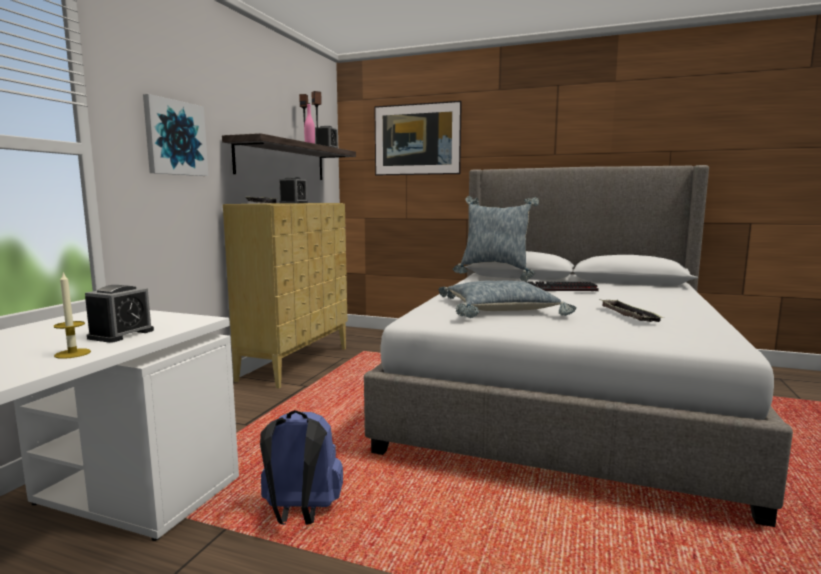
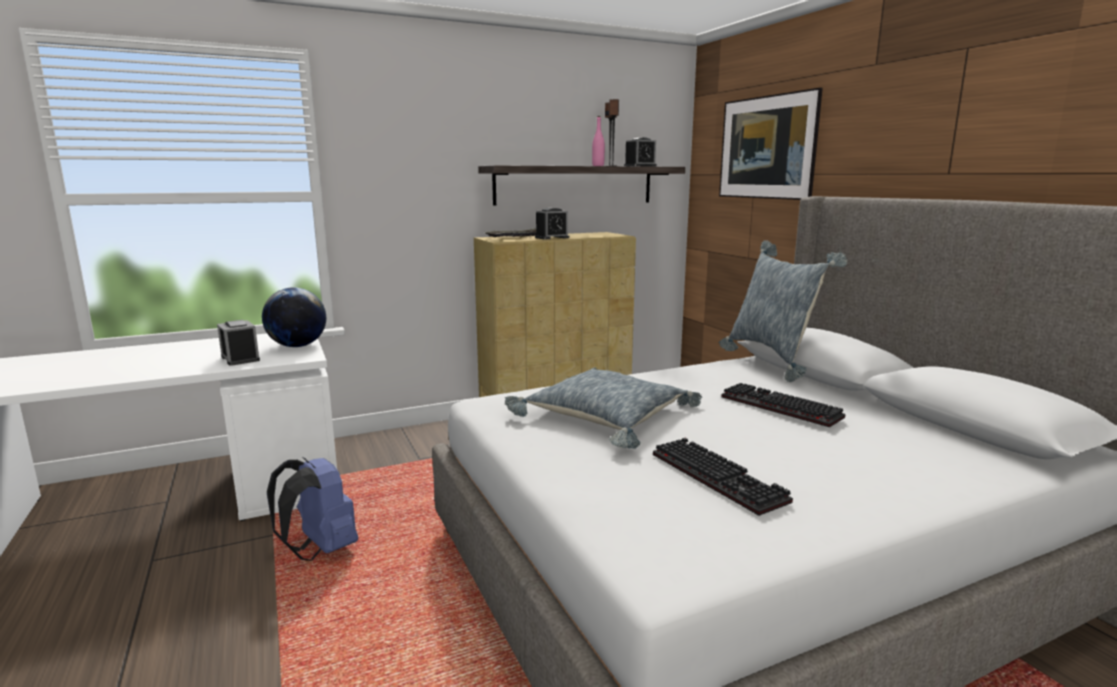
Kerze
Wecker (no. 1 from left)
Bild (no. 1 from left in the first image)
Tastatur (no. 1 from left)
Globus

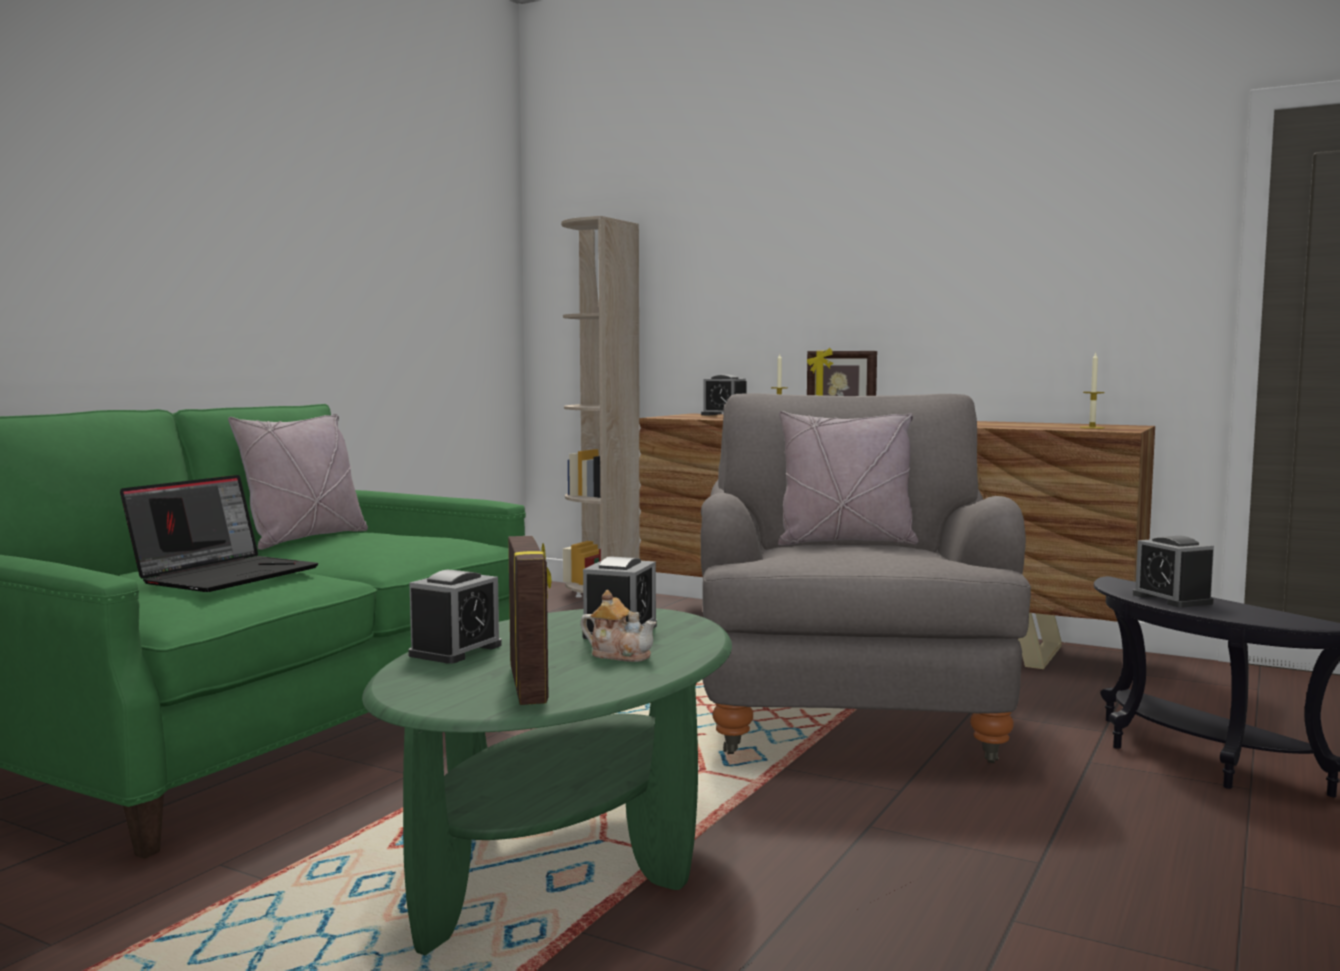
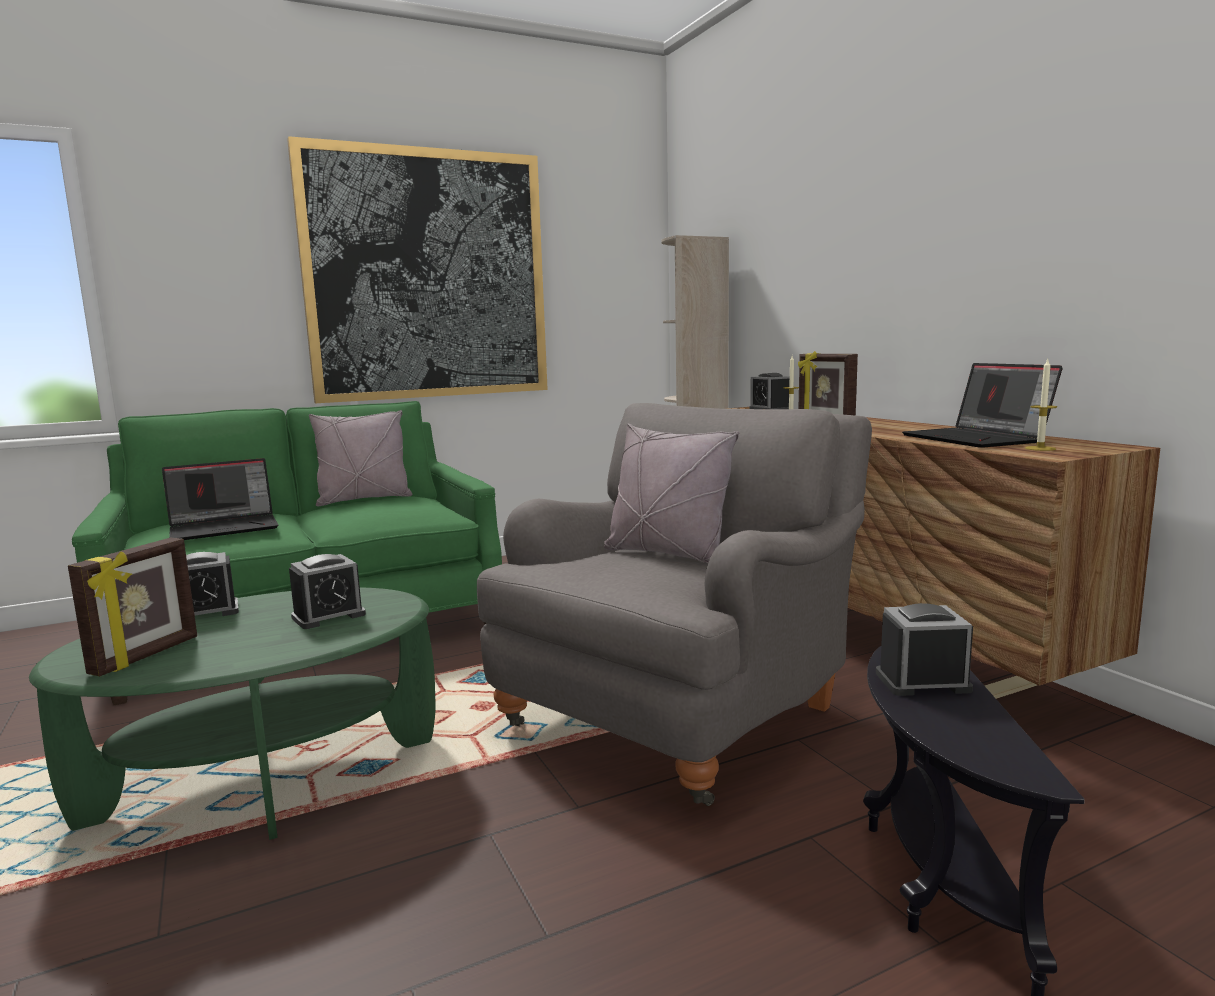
Teekanne
Wecker (no. 4 from left)
Bild
Laptop (no. 2 from left)

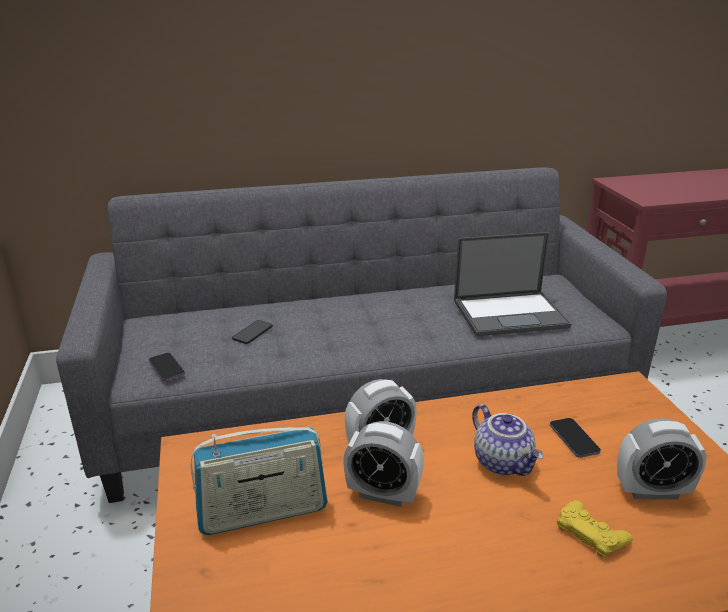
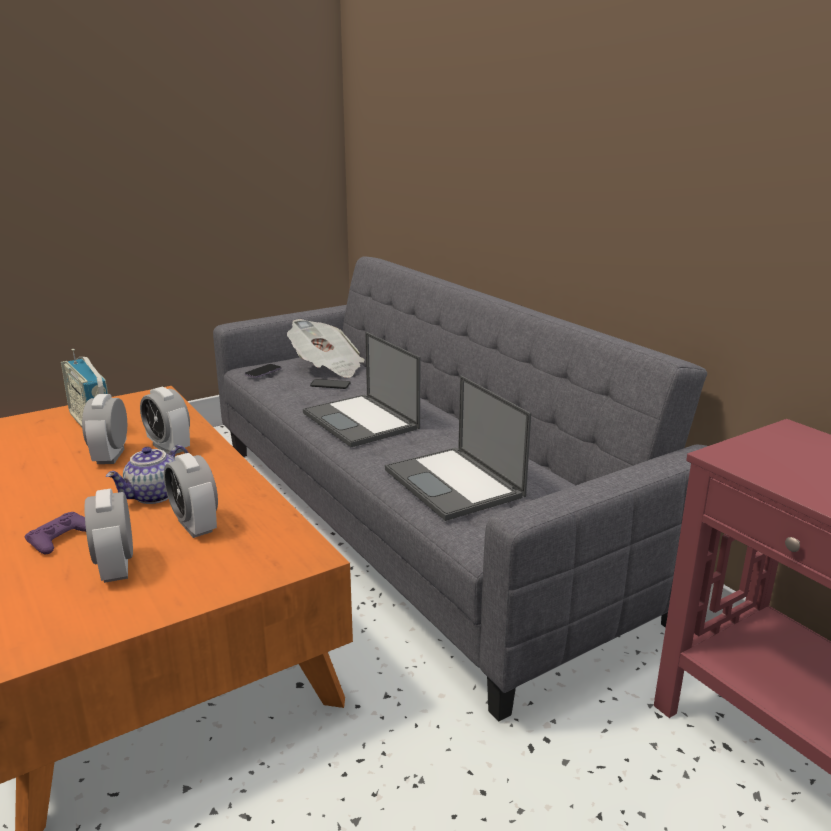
Wecker (no. 4 from left)
Gamepad [lila]
Zeitung
Laptop (no. 1 from left)

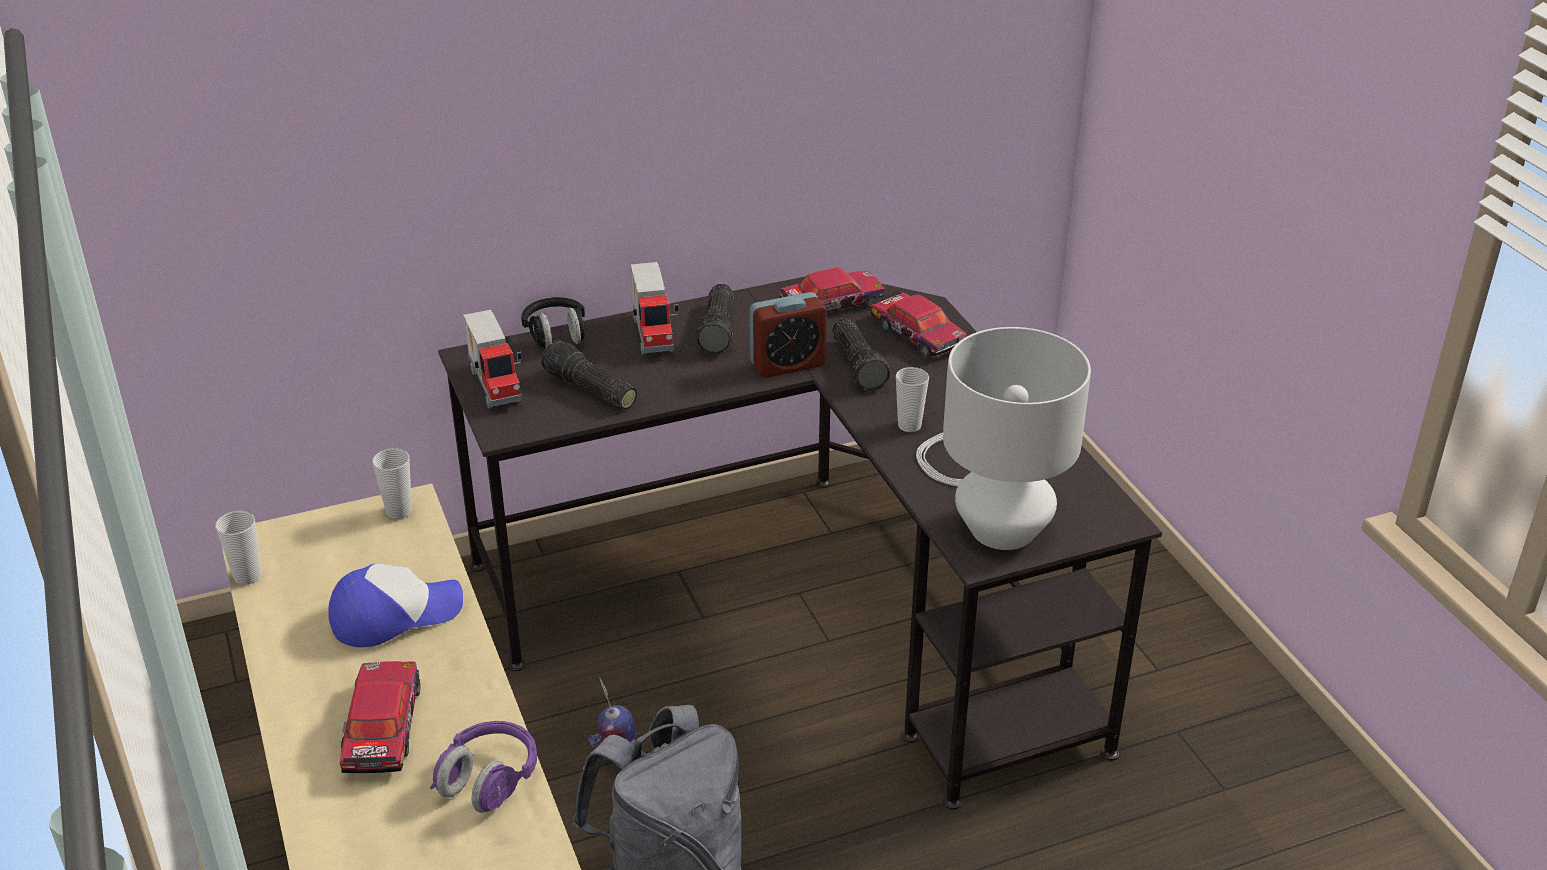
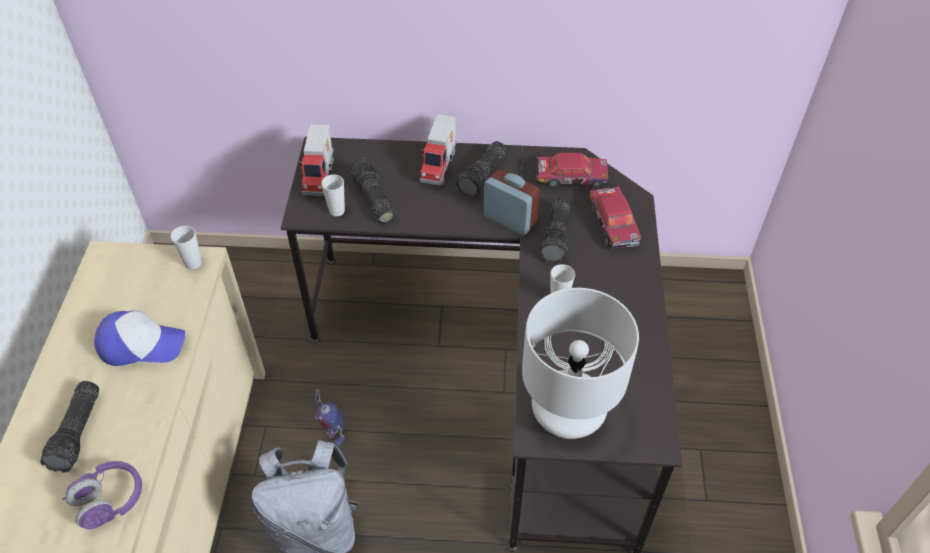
Tasse (no. 2 from left)
Taschenlampe (no. 1 from left)
Kopfhörer [schwarz]
Wecker

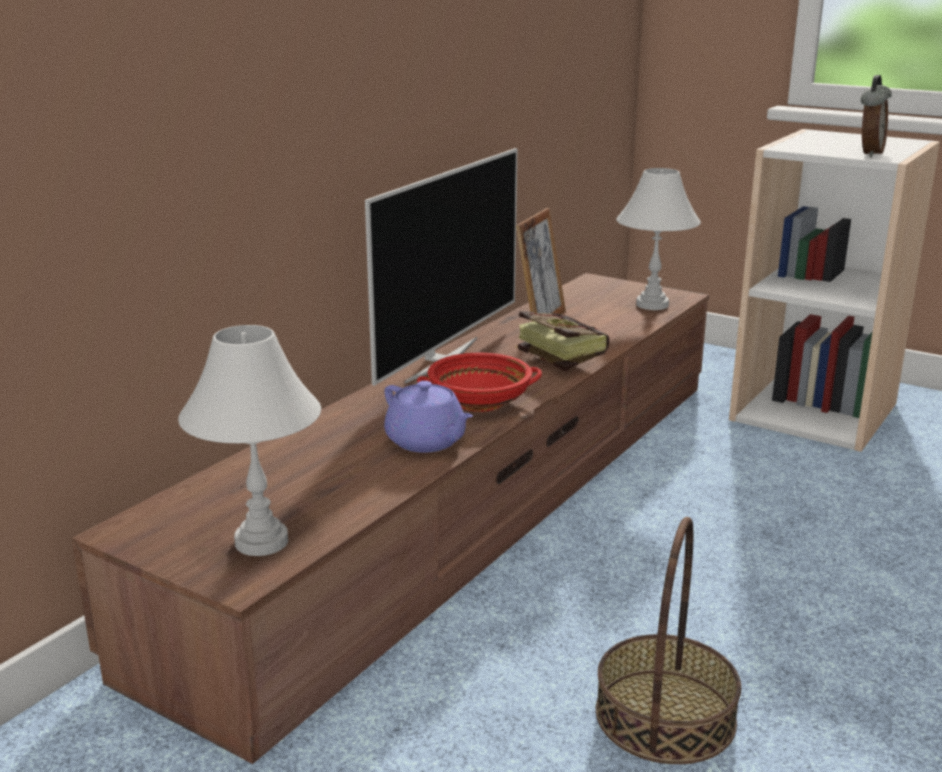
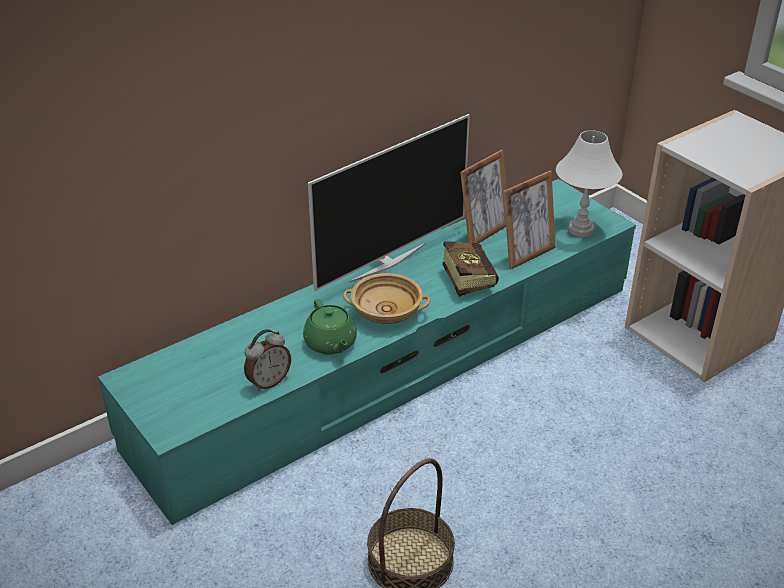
Fernsehschrank [türkis]
Tischlampe [weiß] (no. 1 from left in the first image)
Teekanne [grün]
Schüssel [beige]
Wecker
Bilderrahmen (no. 2 from left)

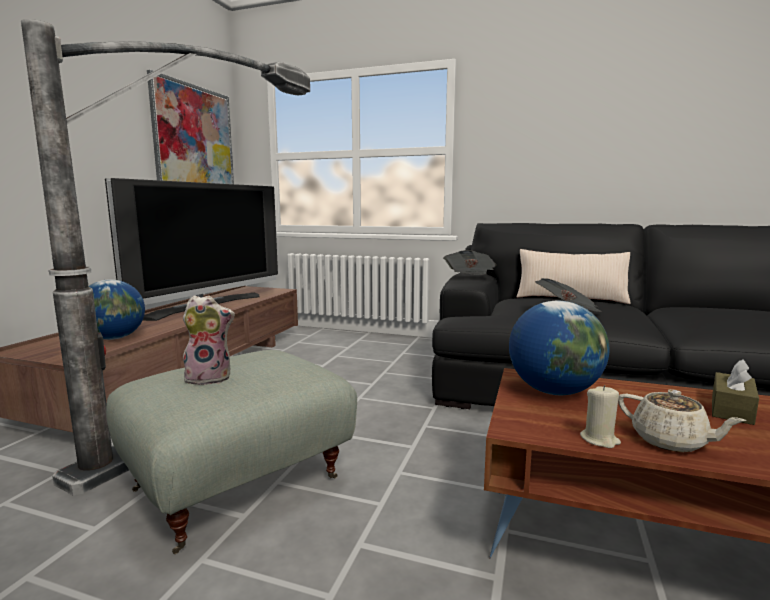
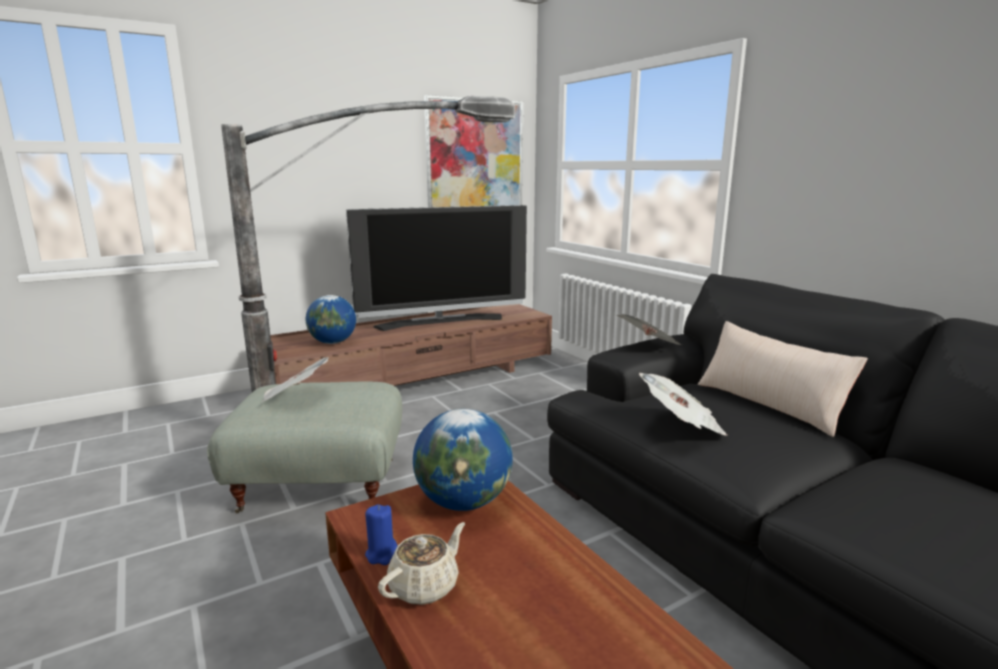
Zeitung (no. 1 from left)
Kerze [blau]
Teekanne [beige]
Taschentuchbox [braun]

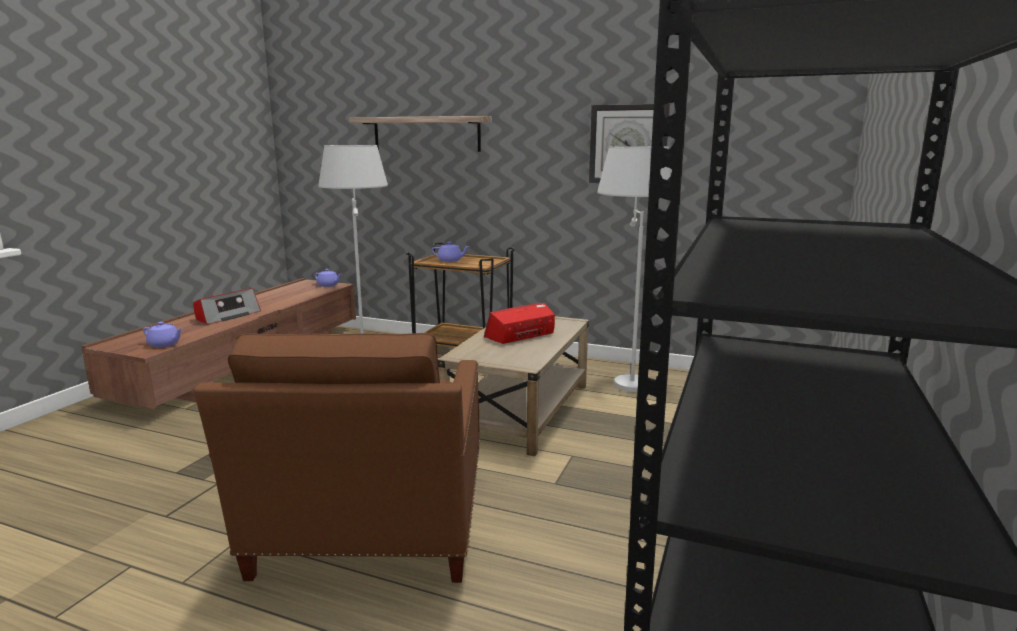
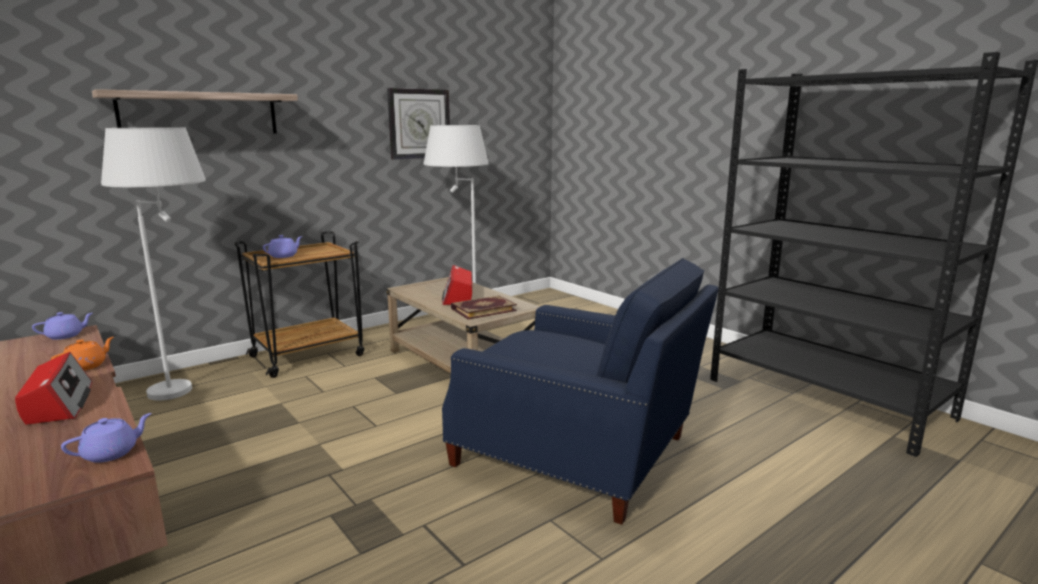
Sessel [blau]
Teekanne [orange]
Buch

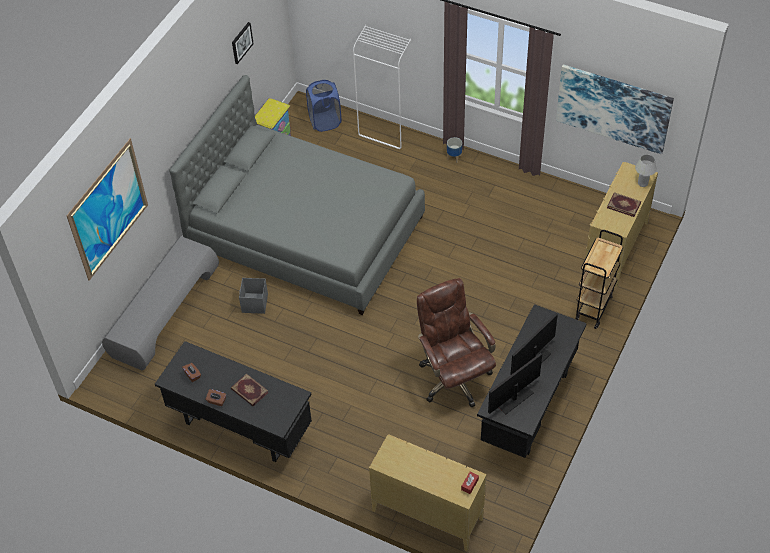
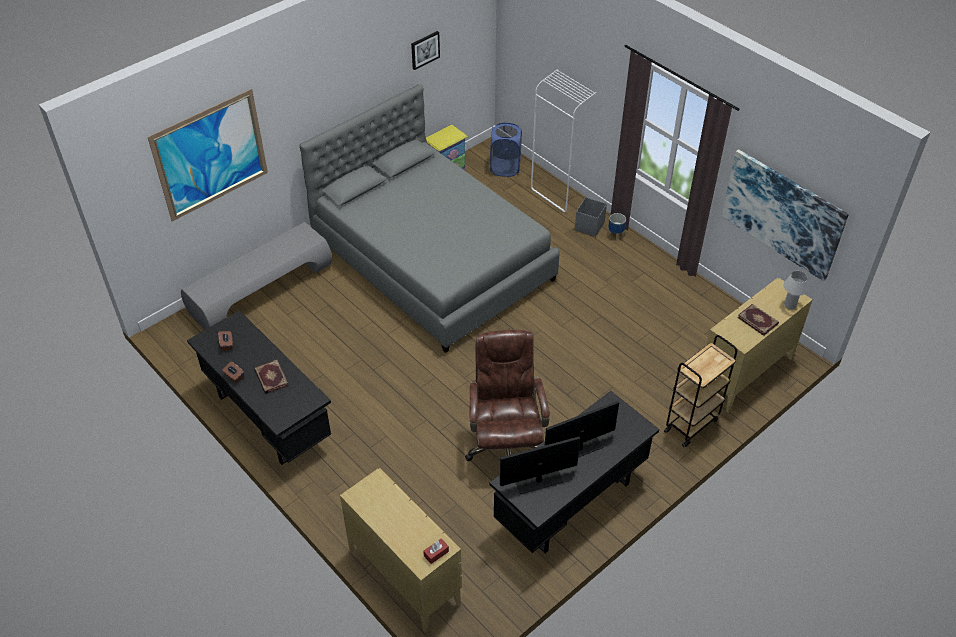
Aufbewahrungsbox [grau]

